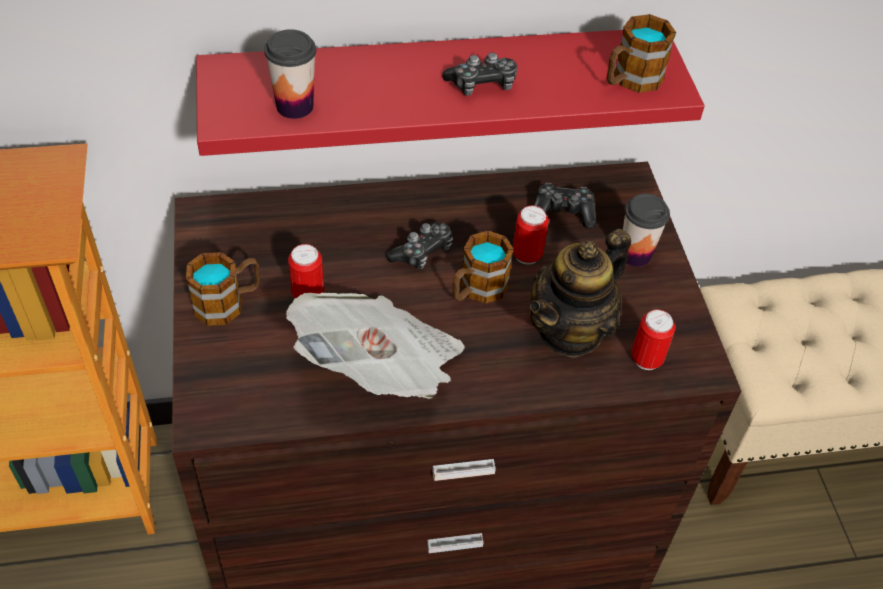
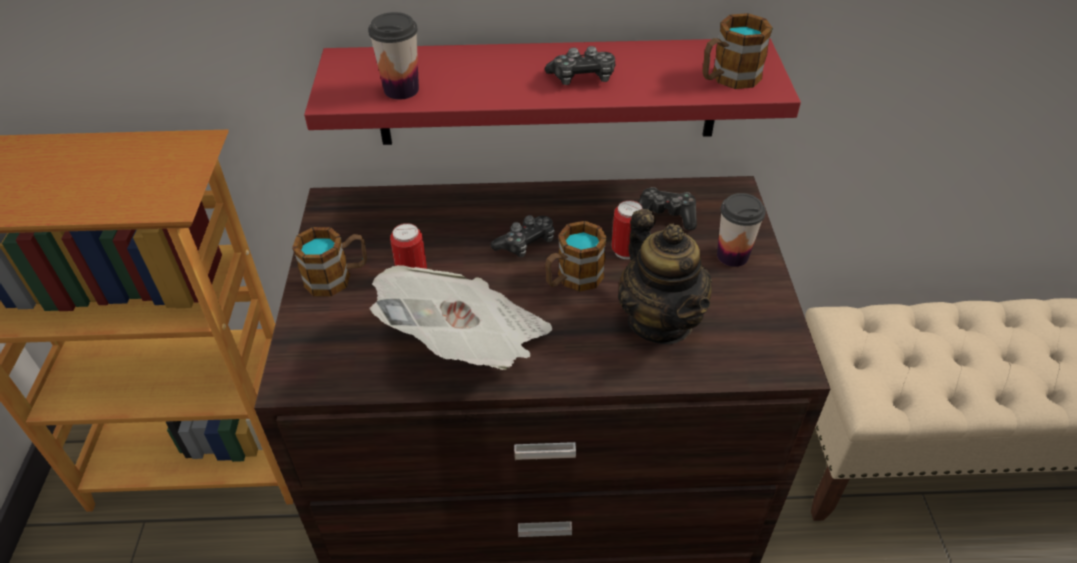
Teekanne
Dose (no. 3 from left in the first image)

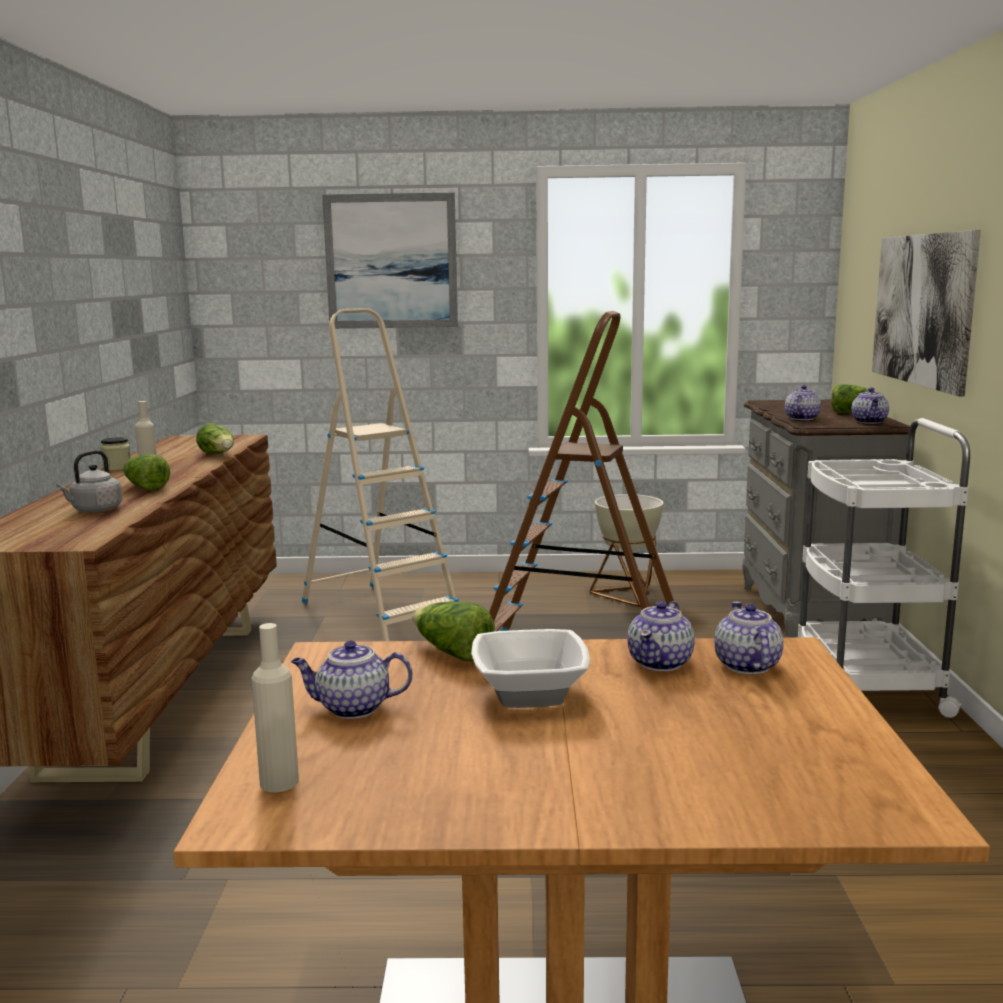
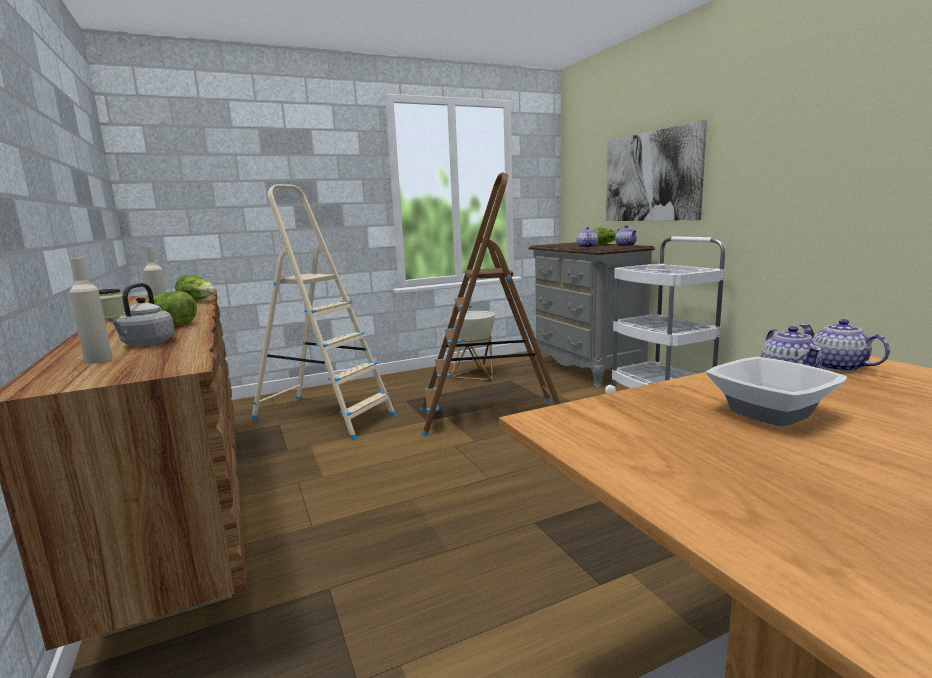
Flasche [beige] (no. 1 from left)
Teekanne (no. 1 from left in the first image)
Bild (no. 1 from left in the first image)
Salatkopf (no. 3 from left in the first image)

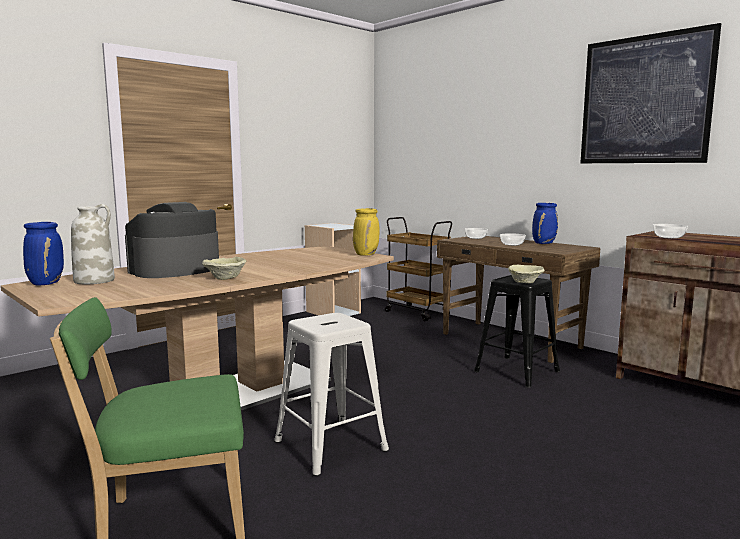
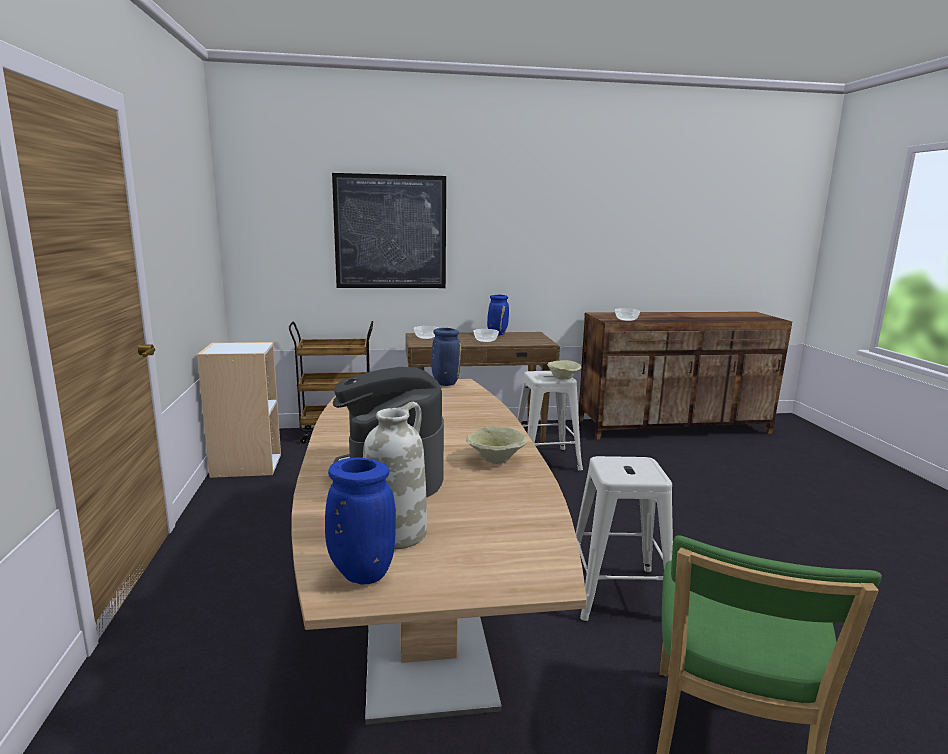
Vase [blau] (no. 2 from left)
Hocker [weiß] (no. 1 from left)
Bild

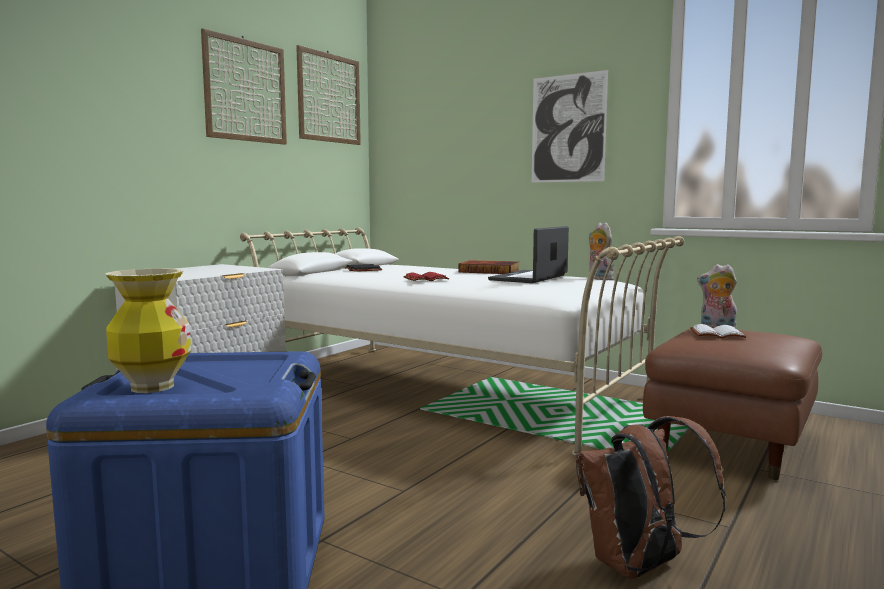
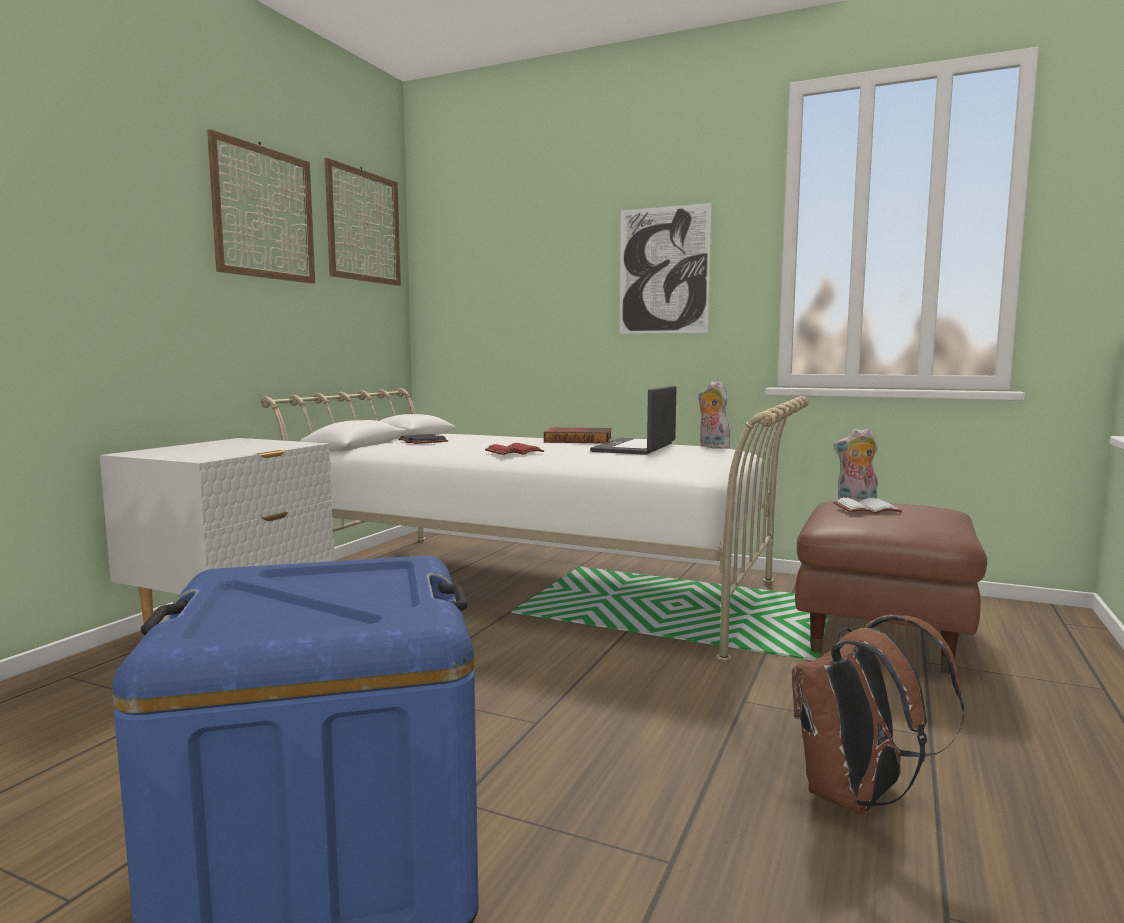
Vase

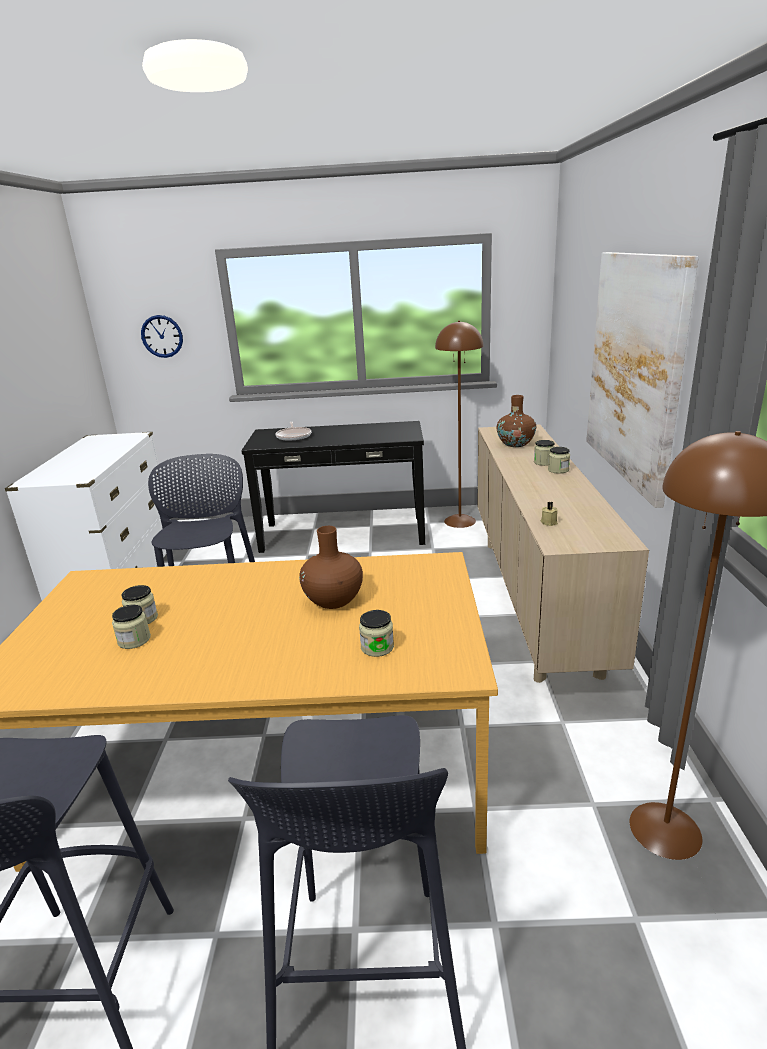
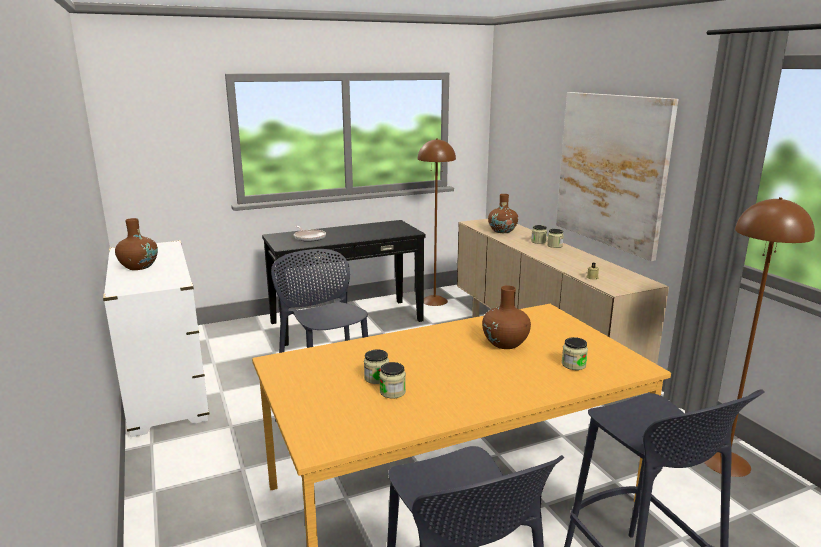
Wanduhr
Vase [braun] (no. 1 from left)

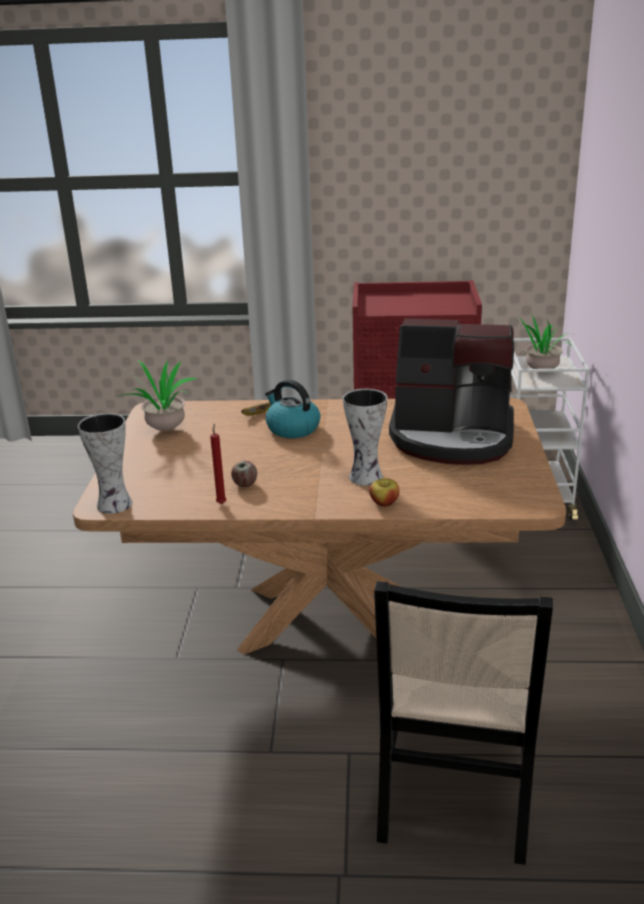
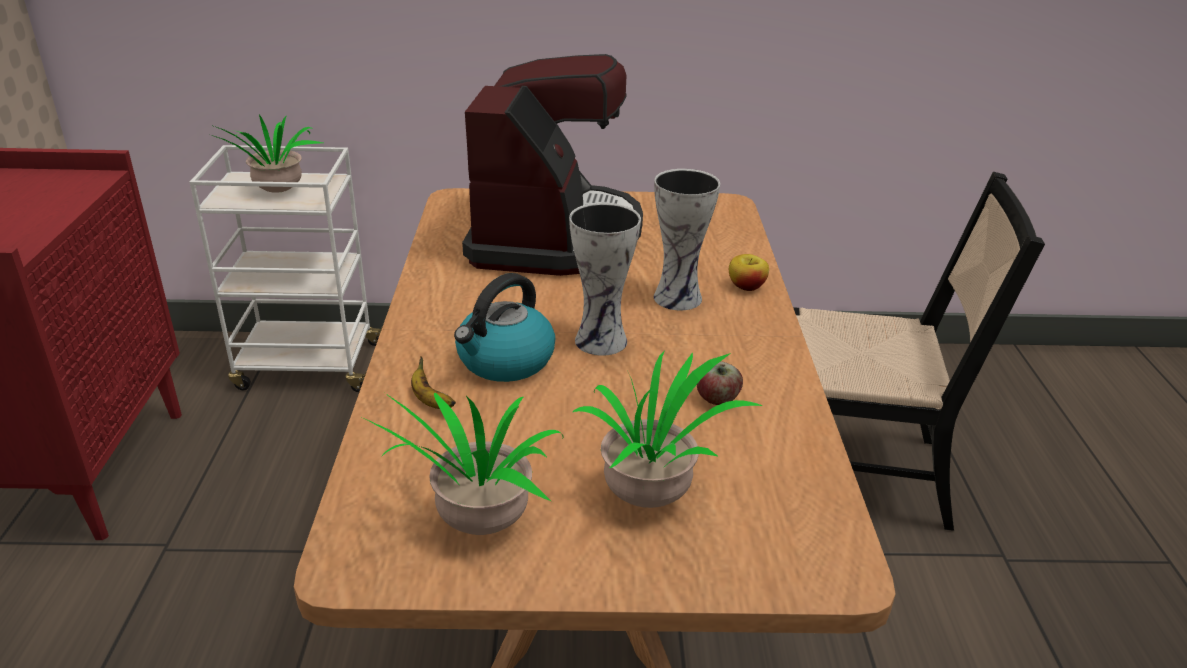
Vase (no. 1 from left)
Kerze [rot]
Topfpflanze (no. 3 from left)

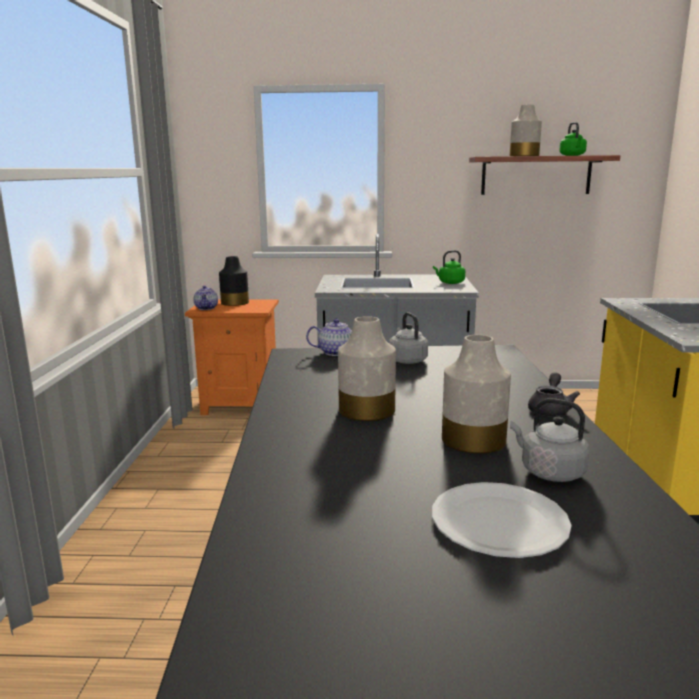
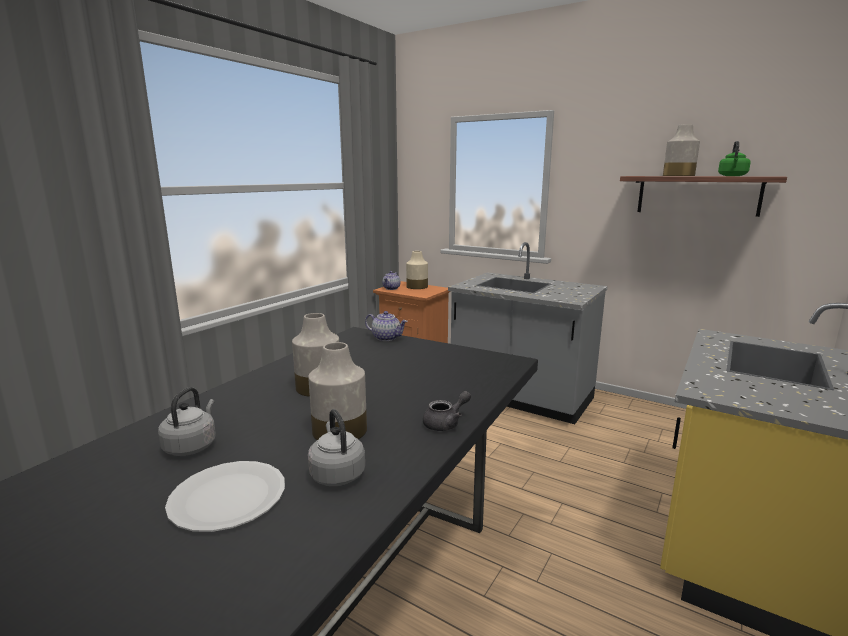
Vase [beige] (no. 3 from left)
Wasserkessel [grau] (no. 1 from left)
Wasserkessel [grün] (no. 1 from left in the first image)

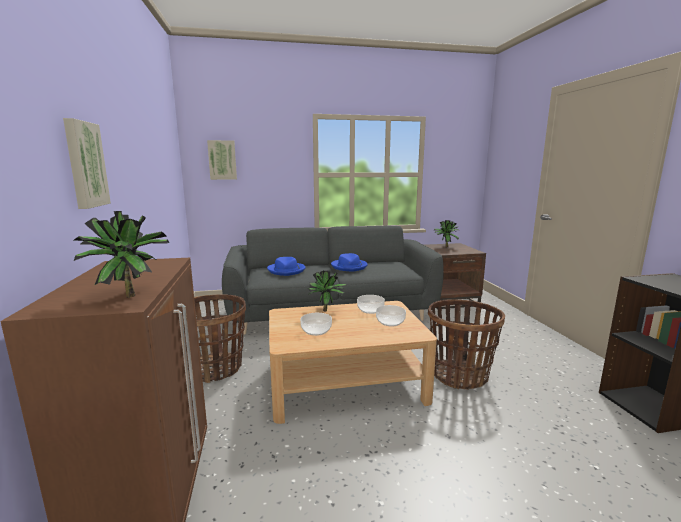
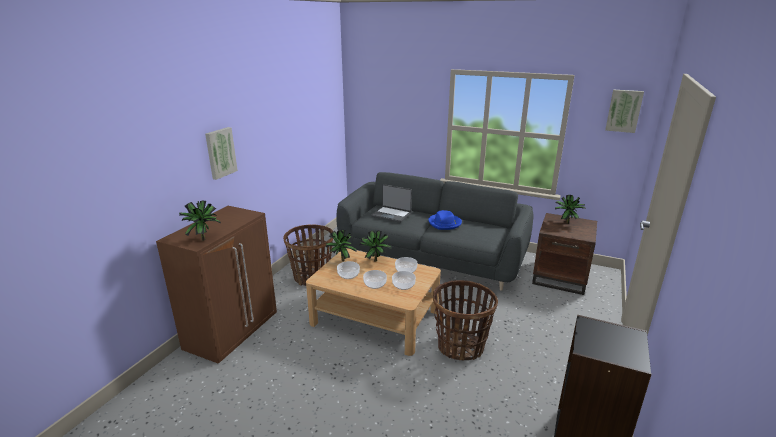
Bild (no. 2 from left)
Laptop
Topfpflanze (no. 2 from left)
Schüssel (no. 2 from left)

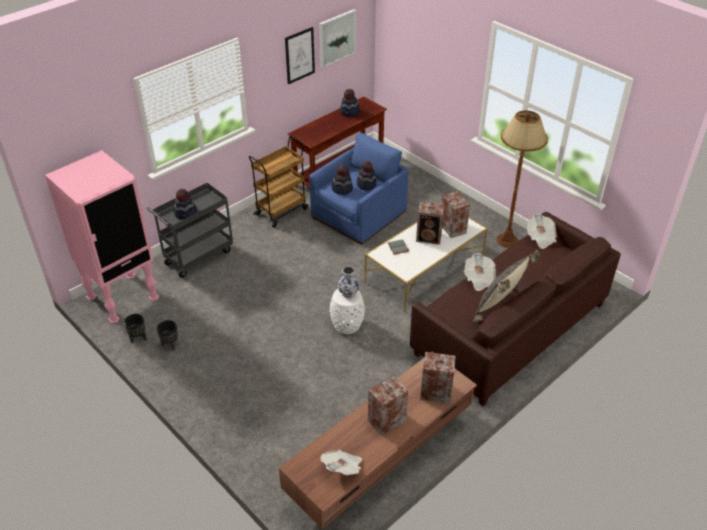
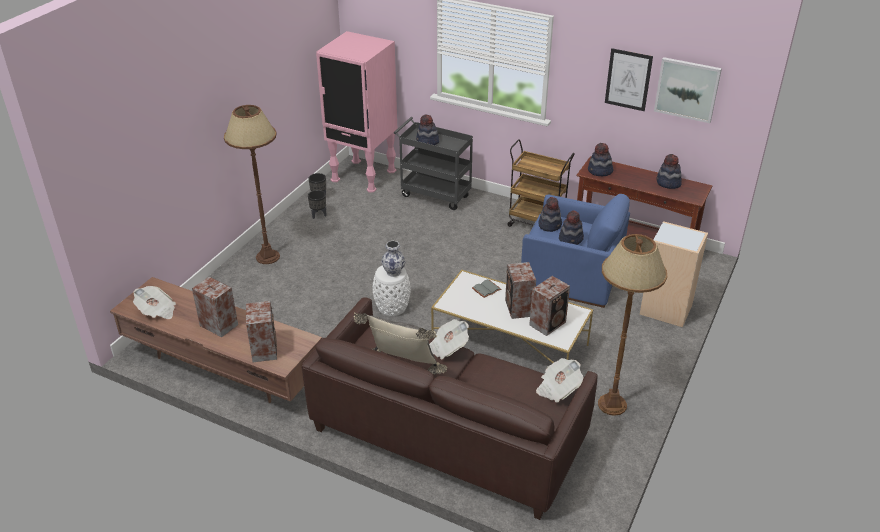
Stehlampe [braun] (no. 1 from left)
Hut (no. 4 from left)
Bücherregal

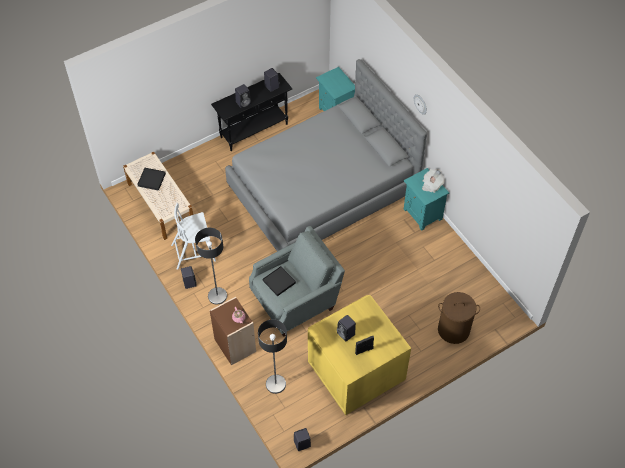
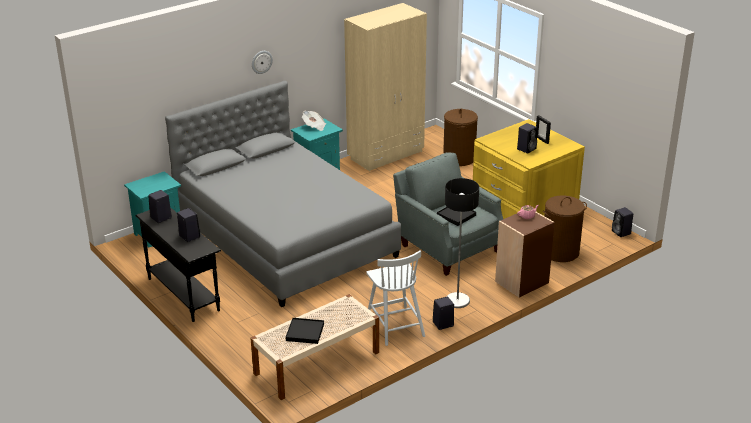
Wäschekorb [braun] (no. 2 from left)
Kleiderschrank [beige]

